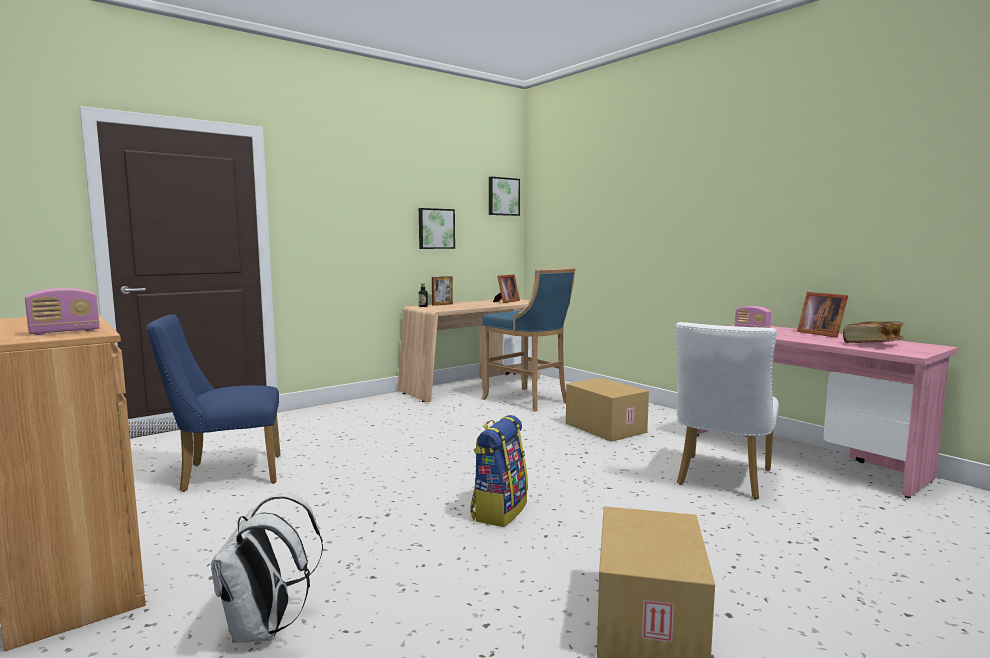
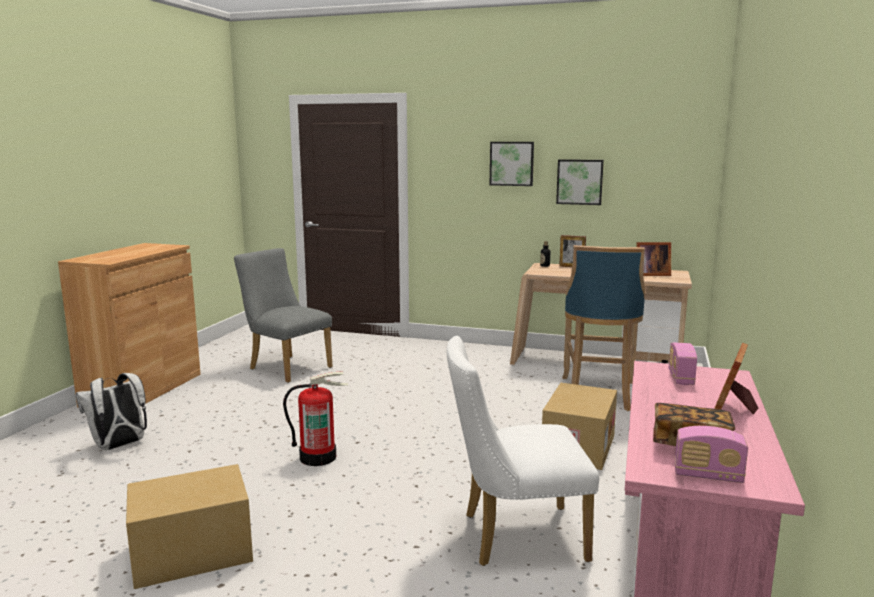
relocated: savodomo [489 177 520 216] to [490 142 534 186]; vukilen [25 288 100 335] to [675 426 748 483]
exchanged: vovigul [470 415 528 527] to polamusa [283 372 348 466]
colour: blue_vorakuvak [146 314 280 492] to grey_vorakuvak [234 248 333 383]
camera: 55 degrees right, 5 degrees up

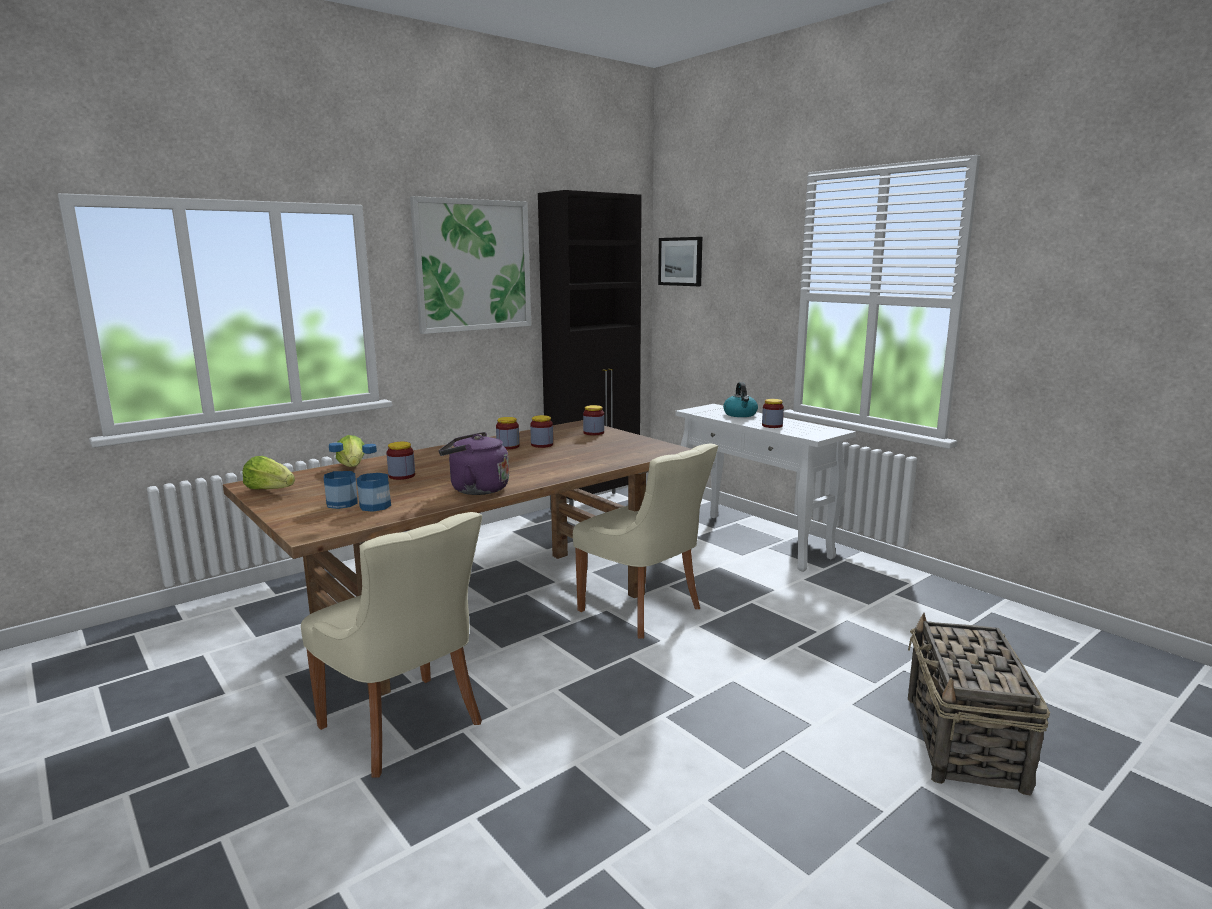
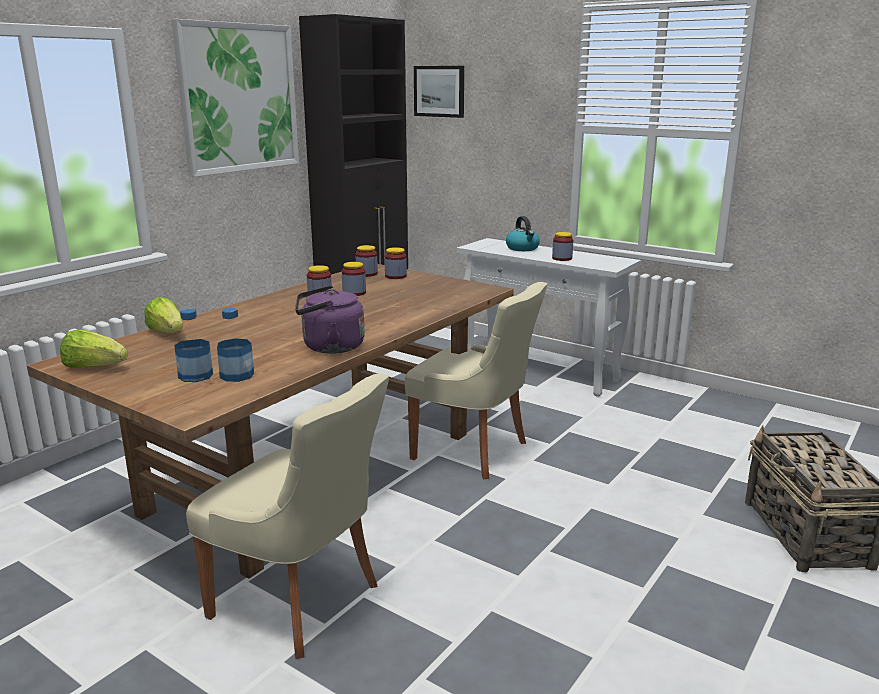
relocated: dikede [387 442 415 480] to [355 245 378 277]
camera: 15 degrees left, 5 degrees up

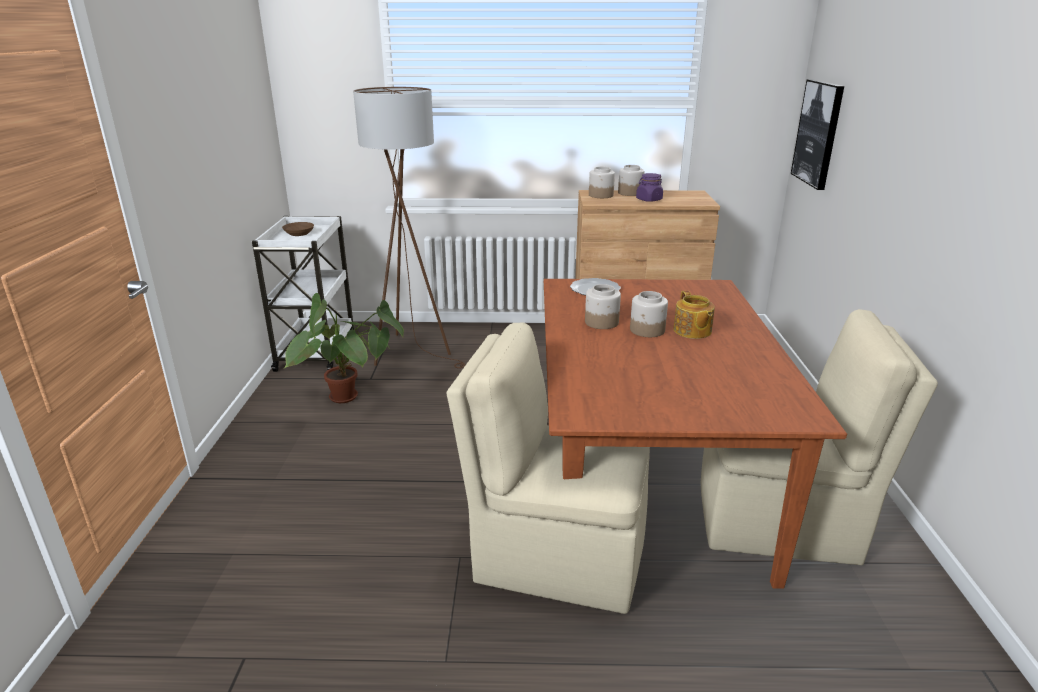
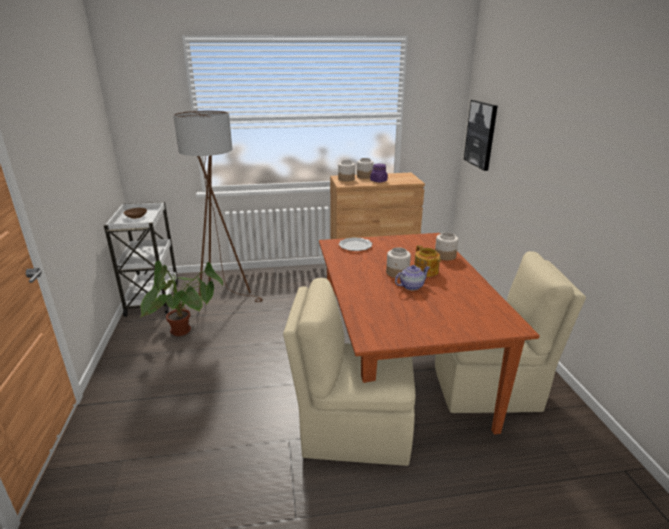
appeared: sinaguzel [395 265 430 290]
relocated: dikede [585 284 621 329] to [435 232 458 260]
camera: 10 degrees left, 0 degrees up

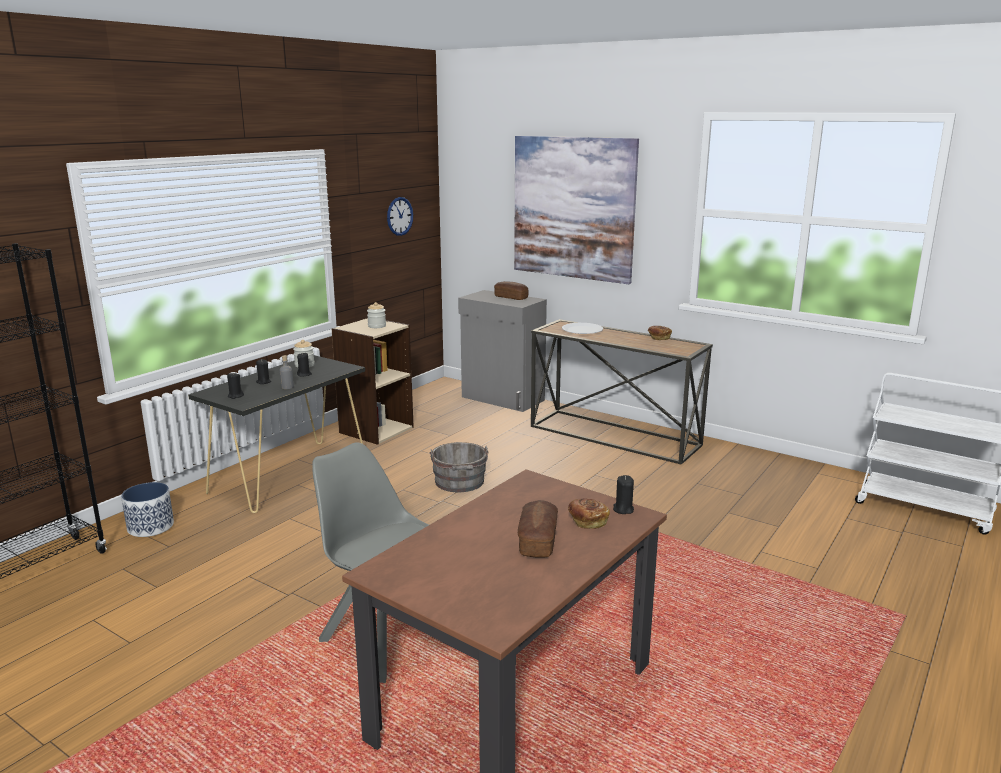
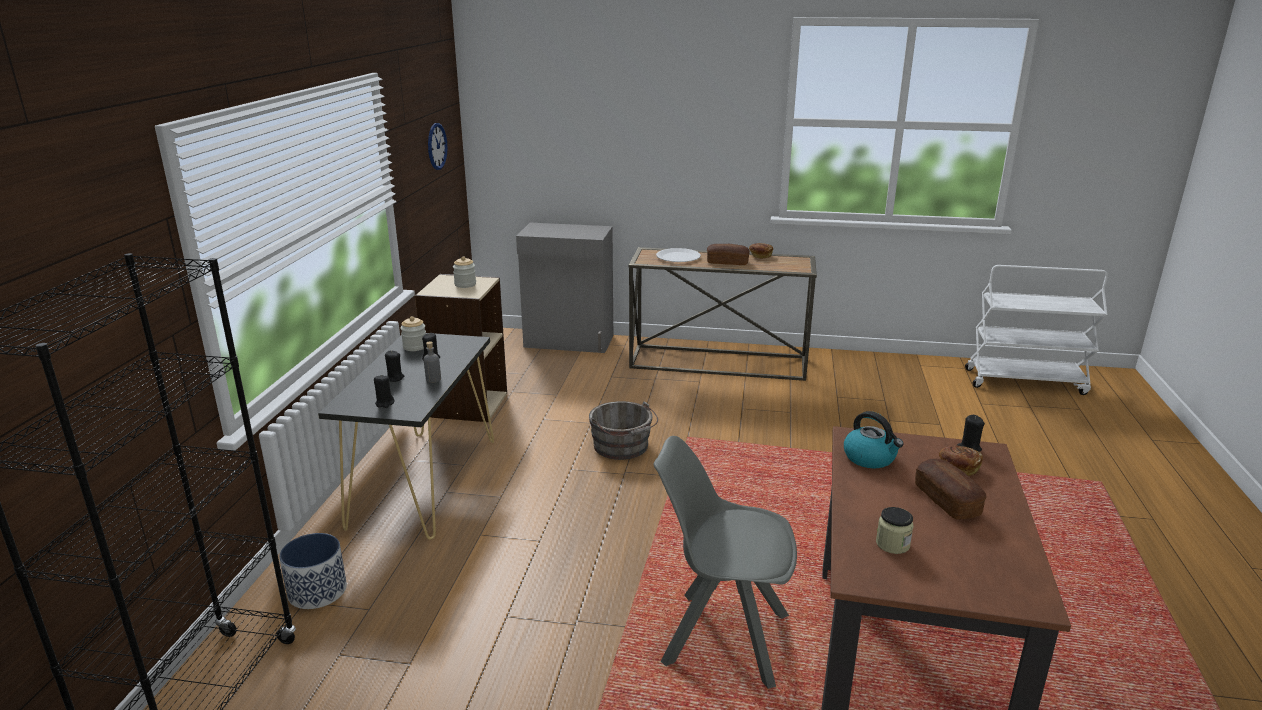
missing: savodomo [514 136 639 284]
appeared: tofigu [844 411 904 468]; dikede [876 507 914 554]
relocated: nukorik [494 281 529 300] to [707 244 750 265]
camera: 25 degrees left, 5 degrees up

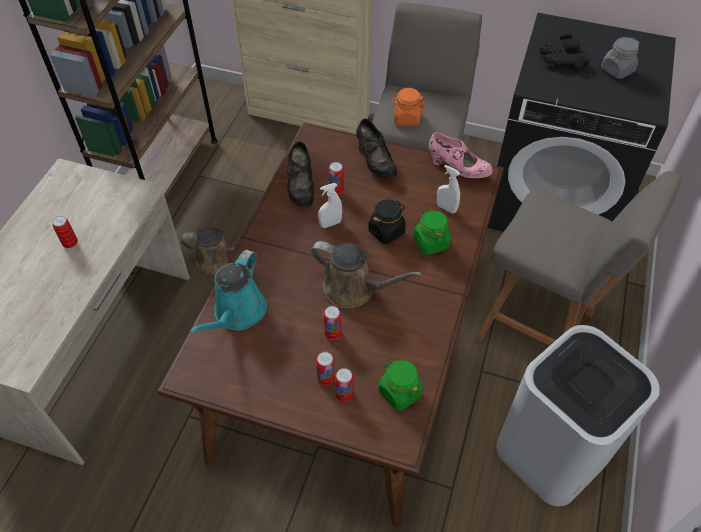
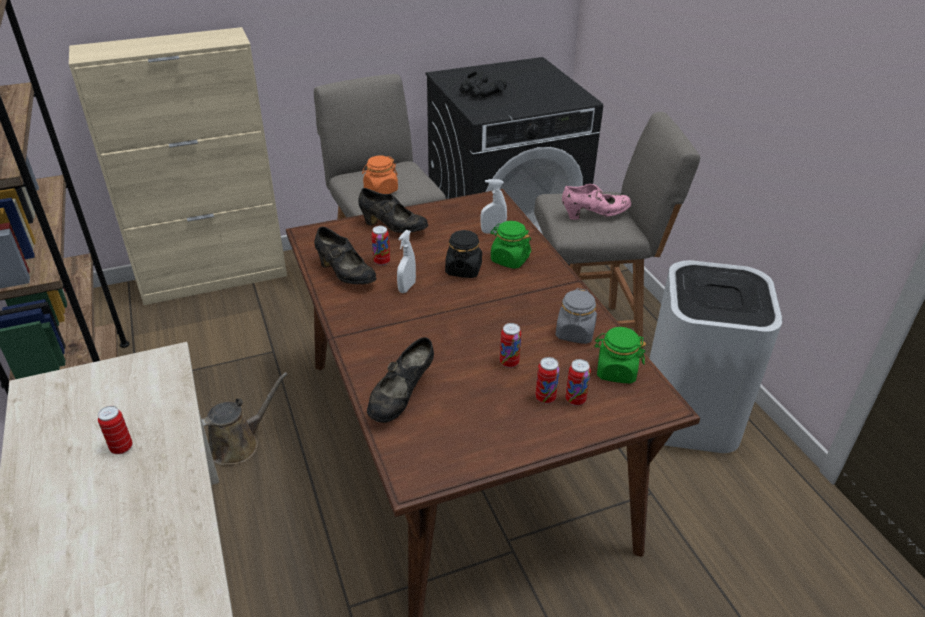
missing: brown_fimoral [310 241 422 308]
relocated: grey_dikede [602 37 639 79] to [555 288 597 344]; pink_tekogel [429 132 493 178] to [562 184 631 220]
exchanged: turquoise_fimoral [189 250 267 334] to black_tekogel [367 337 434 423]
camera: 40 degrees left, 15 degrees down

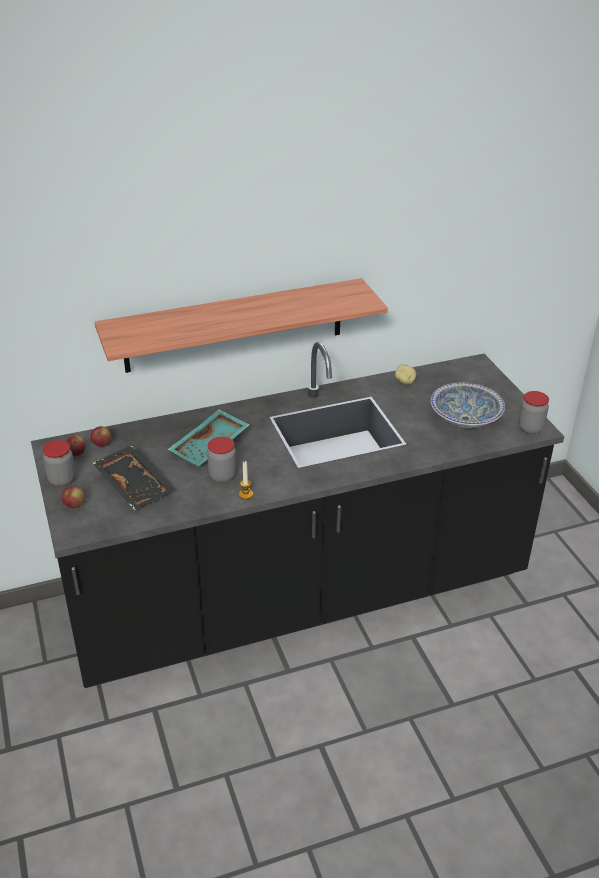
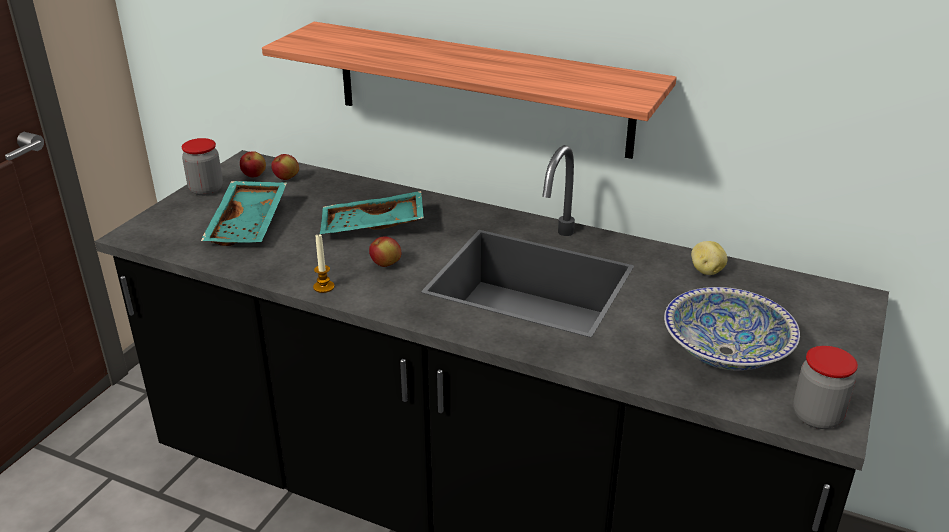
missing: dikede [207 437 237 482]
relocated: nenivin [61 486 85 508] to [369 236 401 267]
colour: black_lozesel [93 445 174 510] to turquoise_lozesel [201 181 287 246]
camera: 45 degrees right, 5 degrees down

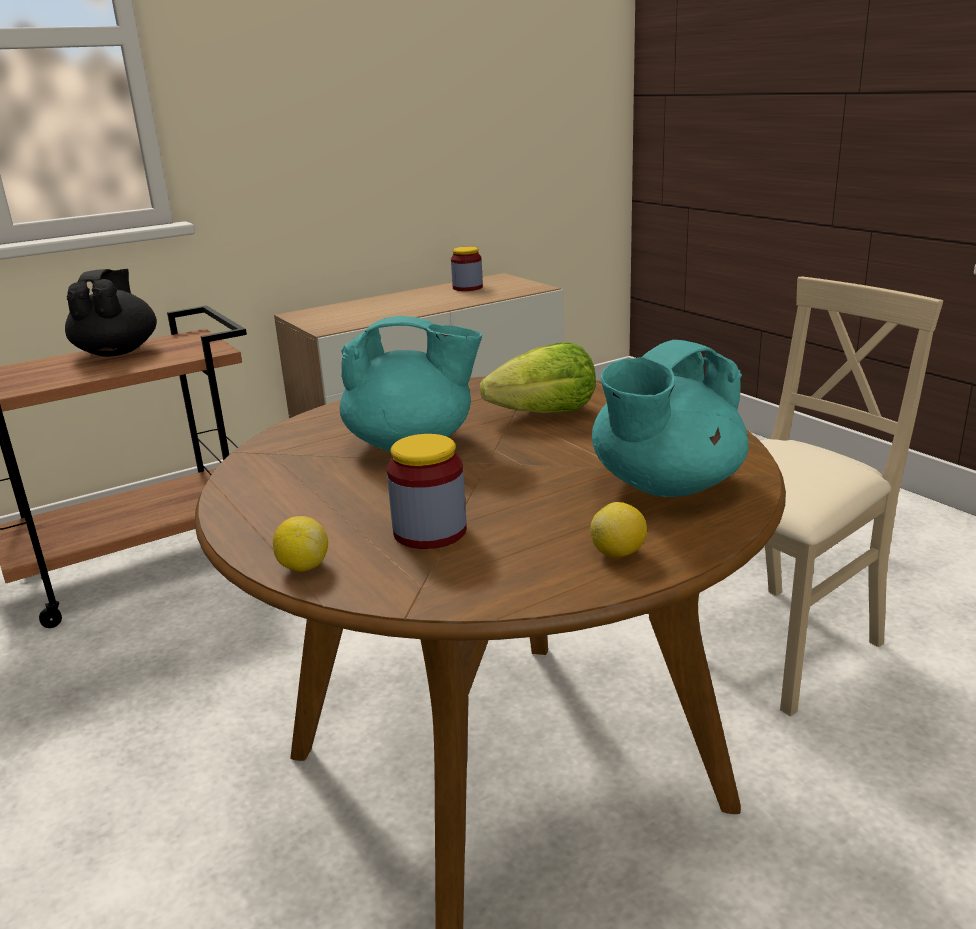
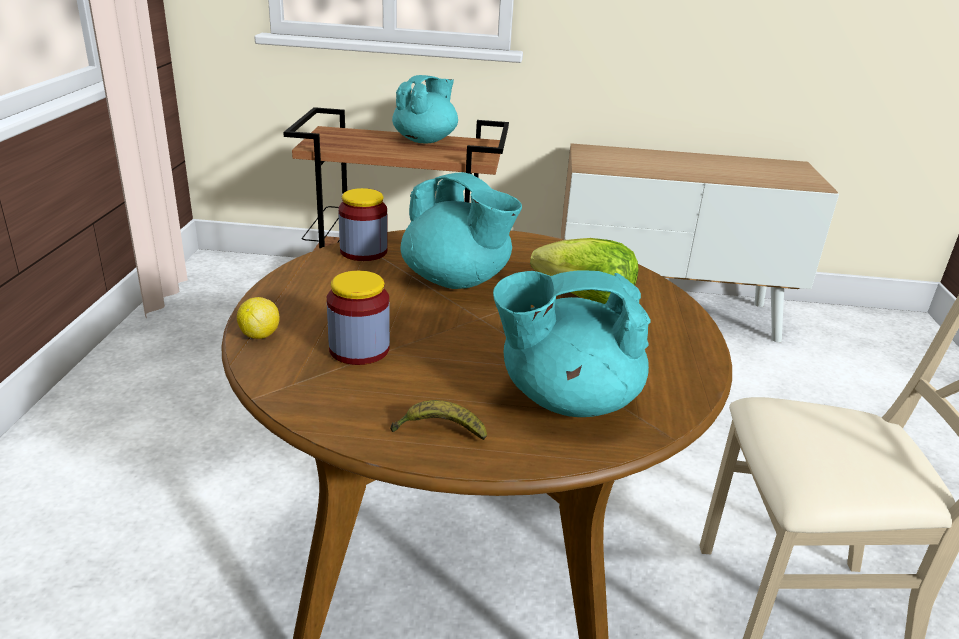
relocated: dikede [451 247 483 291] to [338 188 388 261]
exchanged: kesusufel [590 502 647 558] to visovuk [390 400 487 440]
colour: black_sinaguzel [65 269 157 357] to turquoise_sinaguzel [392 75 458 143]
camera: 35 degrees right, 5 degrees up

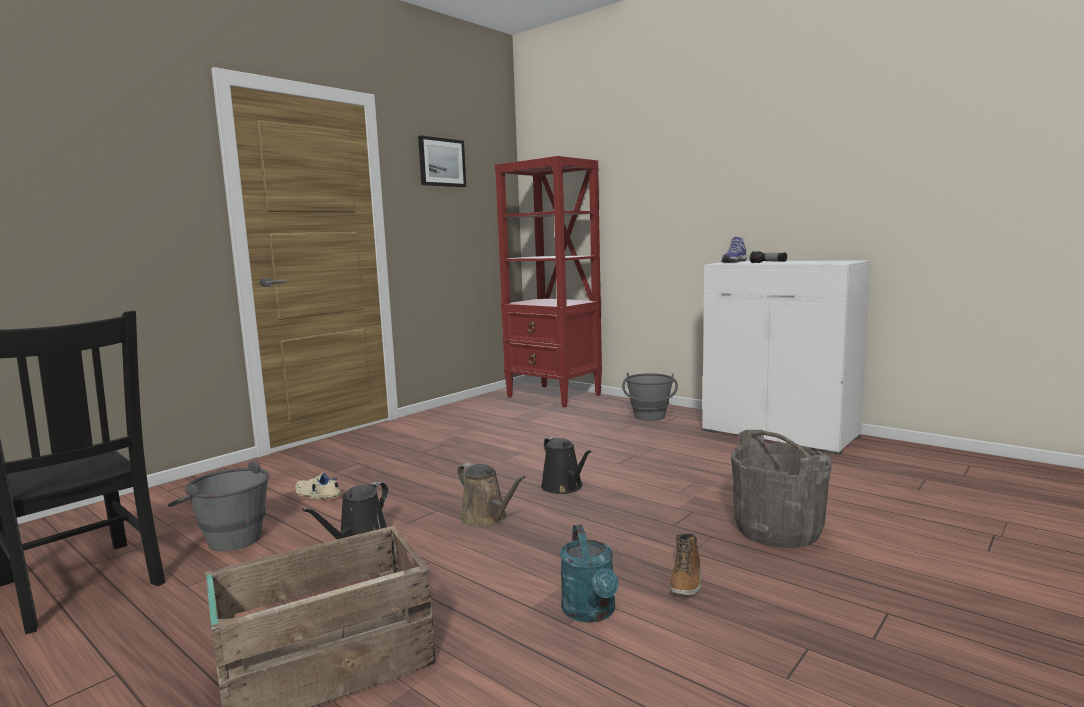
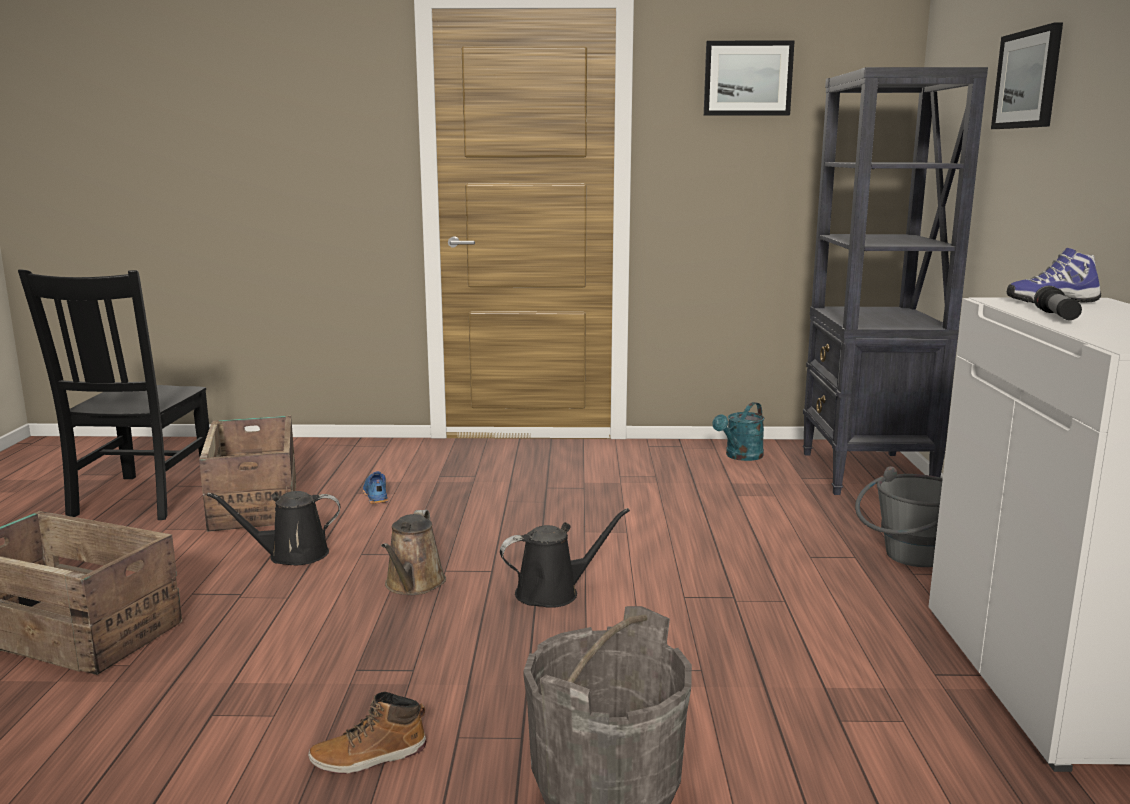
appeared: savodomo [991 22 1063 129]
relocated: turquoise_fimoral [560 524 619 623] to [712 402 764 461]
exchanged: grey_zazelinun [168 460 270 552] to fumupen [199 415 296 532]
colour: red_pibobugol [495 156 602 408] to black_pibobugol [803 67 988 495]; beige_tekogel [295 473 342 501] to blue_tekogel [363 471 388 504]
spun: black_fimoral [541 436 592 494] = [500 508 630 608] 135 degrees counterclockwise
camera: 50 degrees right, 5 degrees up

